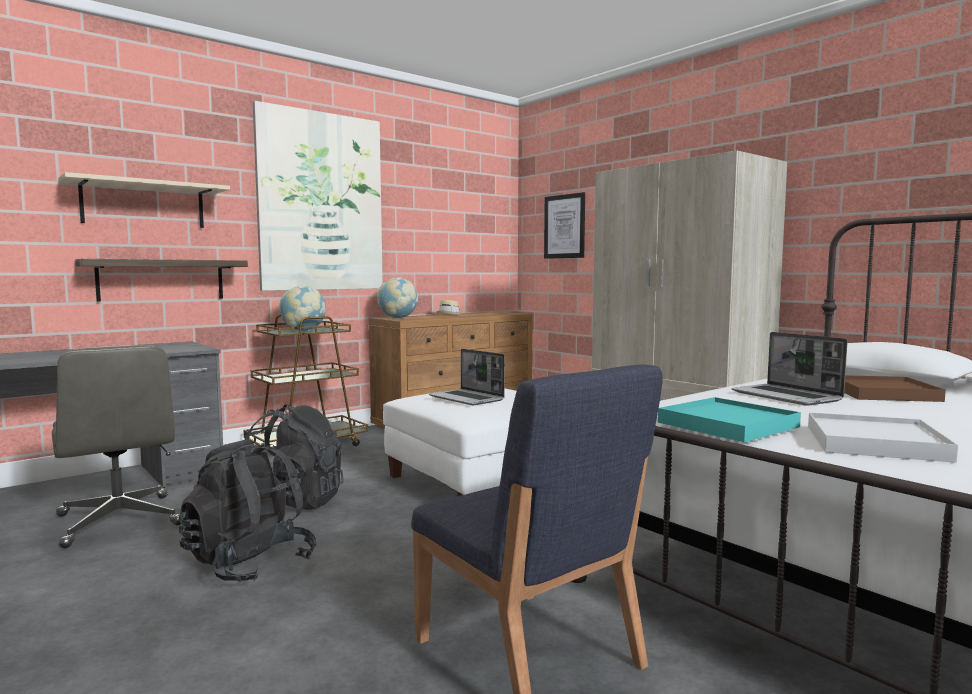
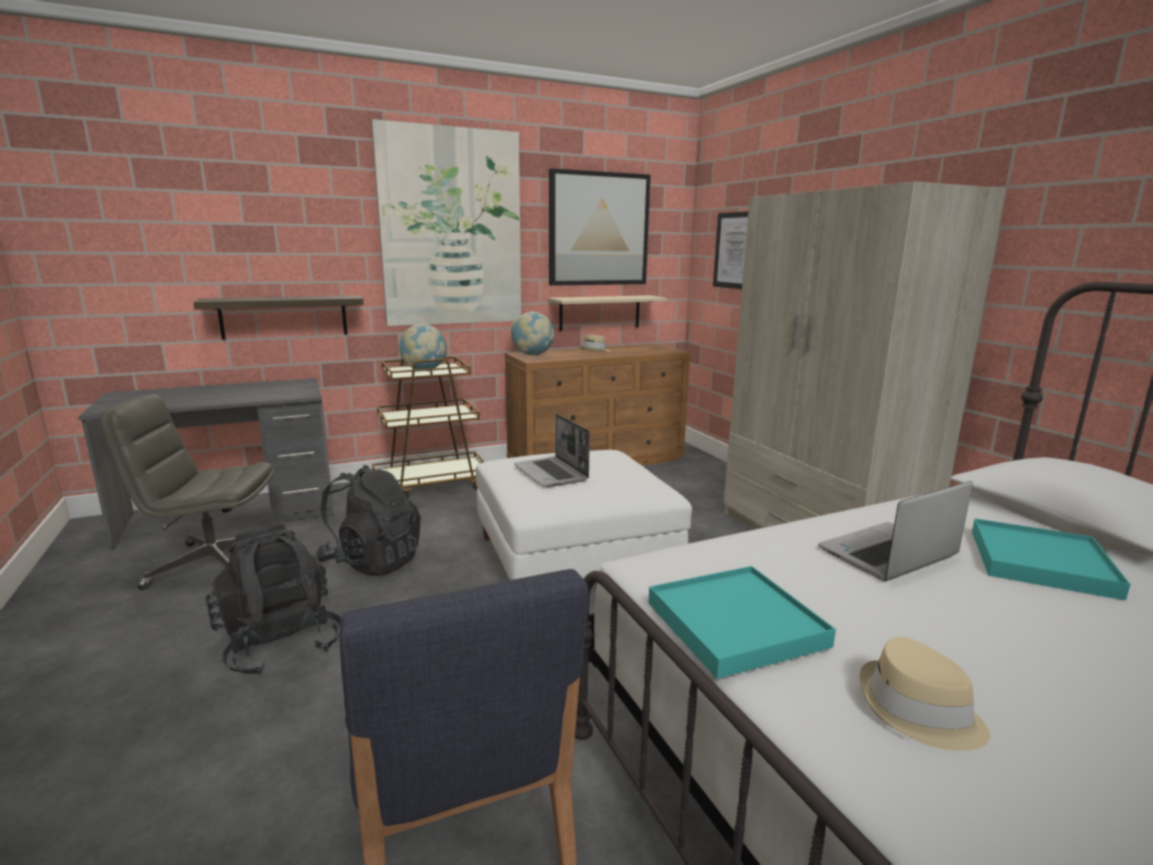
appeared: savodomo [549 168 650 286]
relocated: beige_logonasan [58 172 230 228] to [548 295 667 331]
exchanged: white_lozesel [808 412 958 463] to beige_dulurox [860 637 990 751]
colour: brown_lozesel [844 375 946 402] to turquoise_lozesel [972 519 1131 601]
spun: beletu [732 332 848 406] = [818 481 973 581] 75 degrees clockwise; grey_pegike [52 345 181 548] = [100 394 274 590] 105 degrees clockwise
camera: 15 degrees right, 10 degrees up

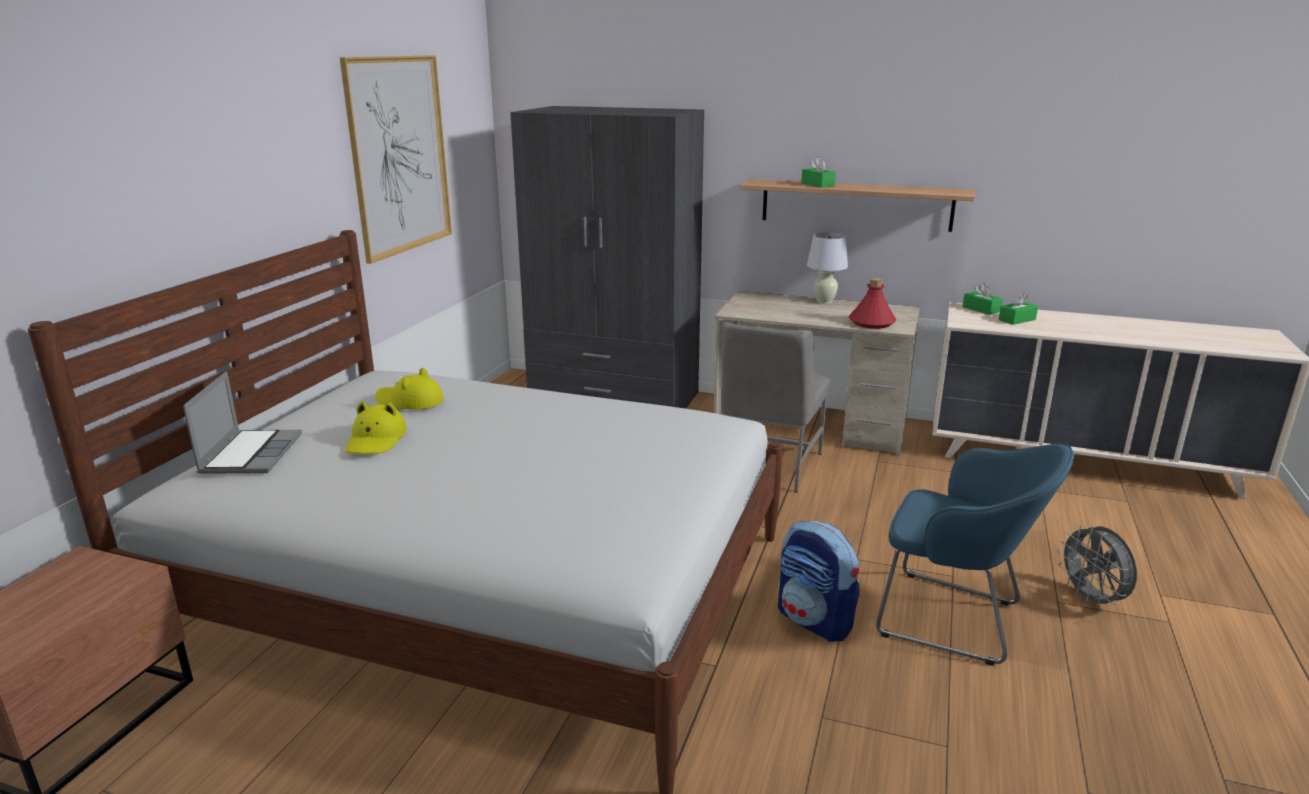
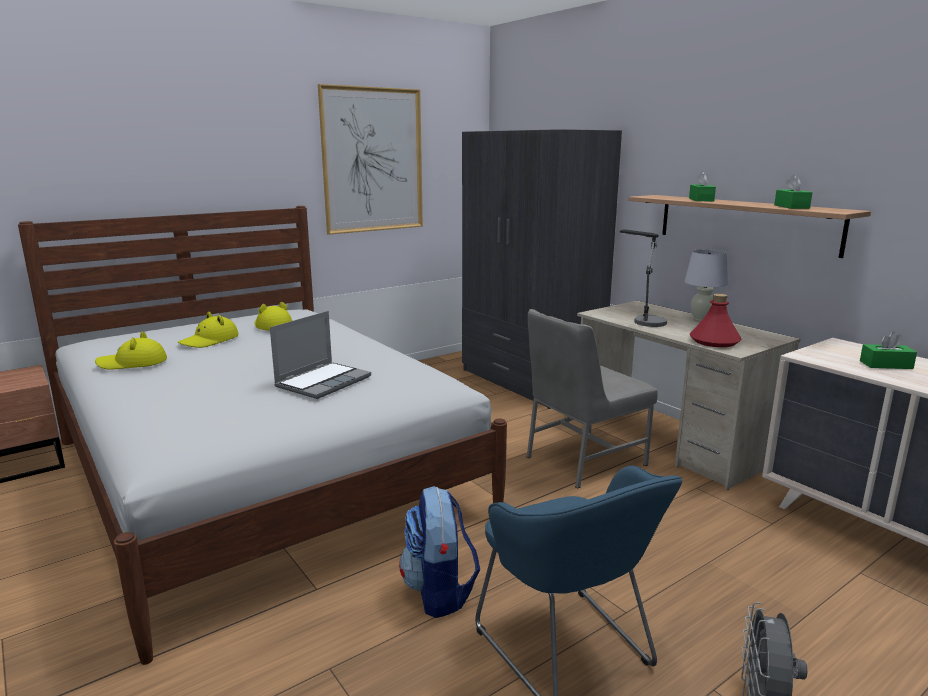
appeared: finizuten [620 229 667 327]; yellow_dulurox [95 331 167 369]
relocated: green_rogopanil [963 283 1003 315] to [774 175 813 209]; beletu [183 371 302 474] to [270 311 371 399]
camera: 35 degrees right, 5 degrees down

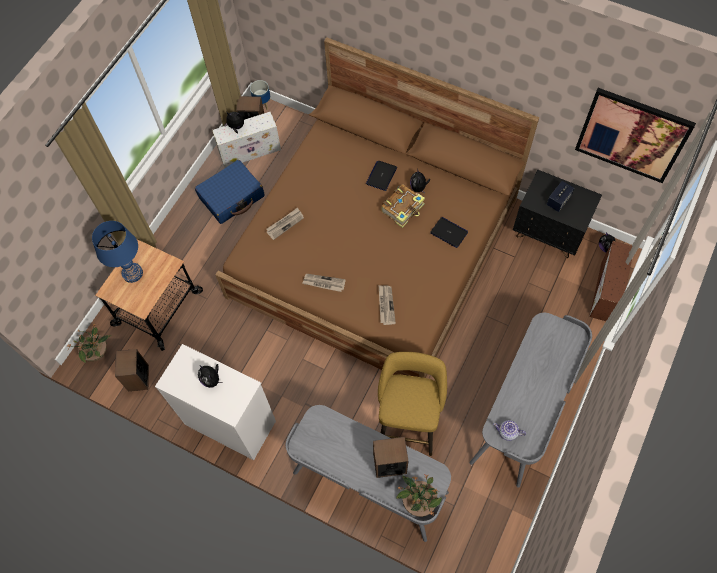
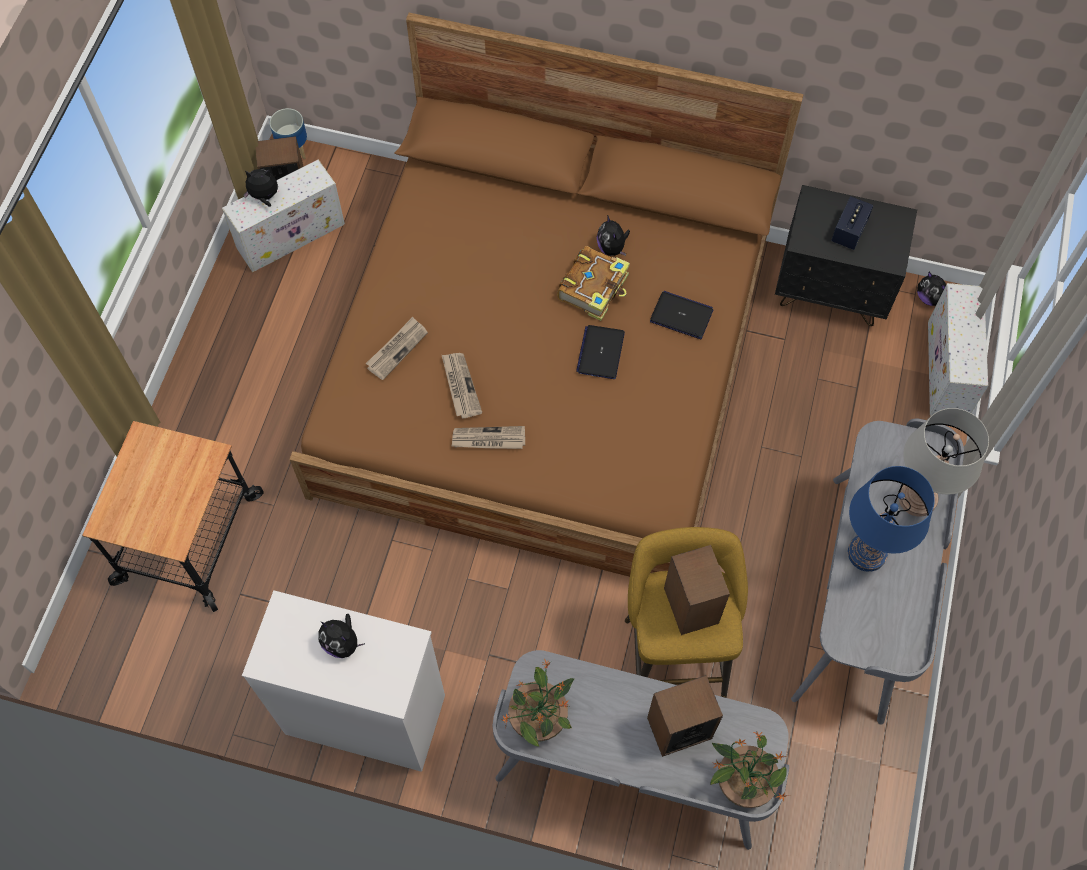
missing: savodomo [575 88 696 183]; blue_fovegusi [195 160 265 224]; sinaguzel [493 420 526 441]
appeared: grey_finizuten [899 408 989 517]
relocated: beletu [366 161 397 191] to [576 325 625 379]; blue_finizuten [92 221 143 283] to [848 466 935 572]; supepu [379 285 396 325] to [442 353 482 418]; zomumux [66 323 111 363] to [500 659 575 747]; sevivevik [115 349 149 391] to [664 545 730 635]
colour: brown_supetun [590 241 633 321] to white_supetun [928 283 988 417]
camera: 15 degrees left, 0 degrees up

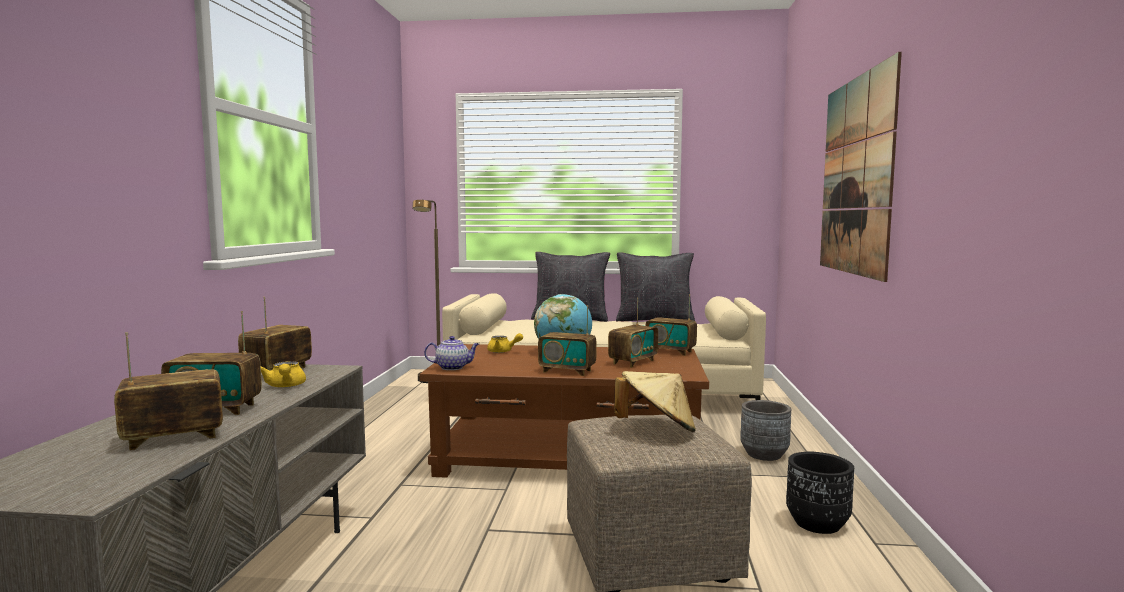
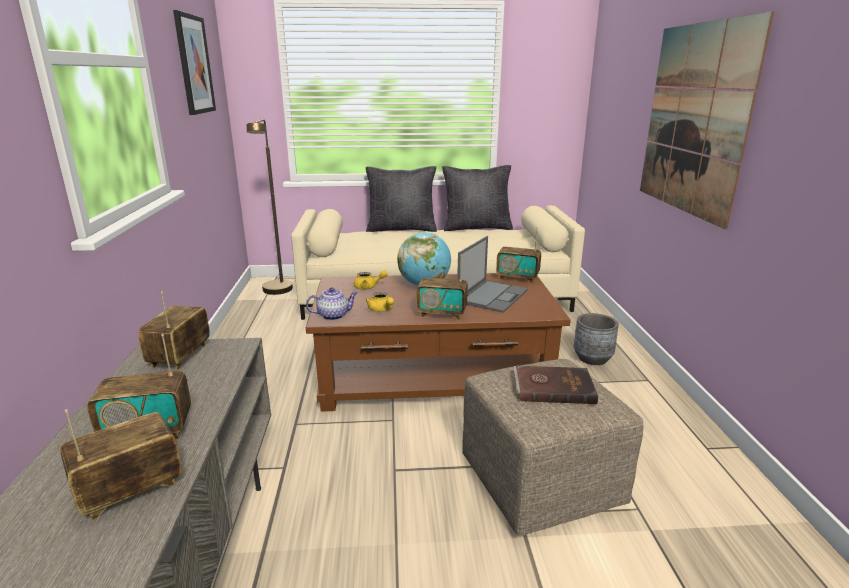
missing: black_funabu [786 452 854 534]
appeared: savodomo [173 10 216 115]
relocated: yellow_sinaguzel [261 361 306 388] to [365 292 394 312]
exchanged: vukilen [608 298 658 368] to beletu [457 236 528 313]; beige_dulurox [614 371 696 432] to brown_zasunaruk [514 366 598 404]
camera: 10 degrees left, 15 degrees up

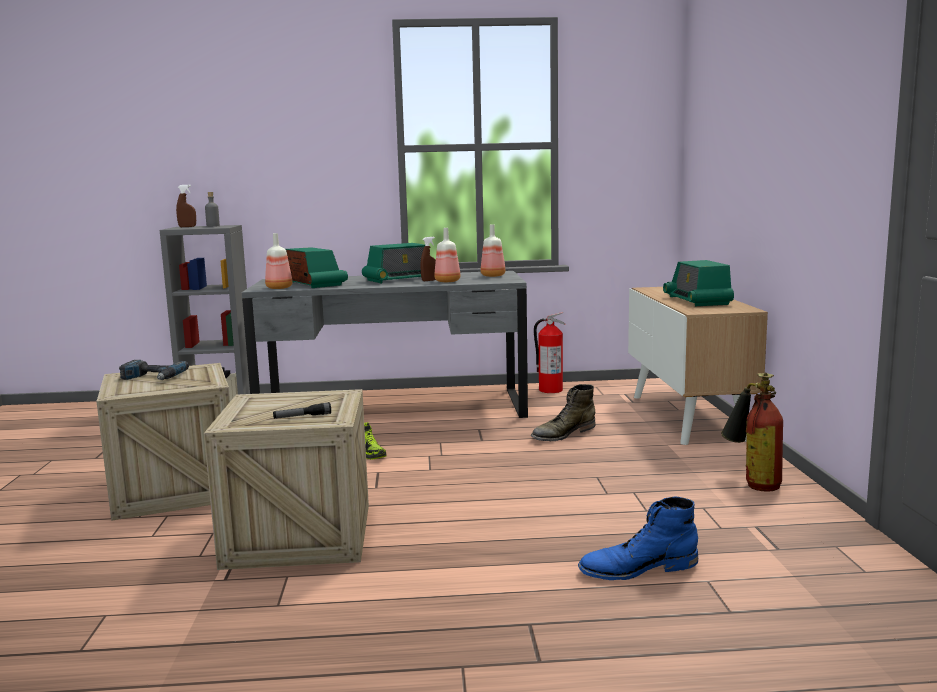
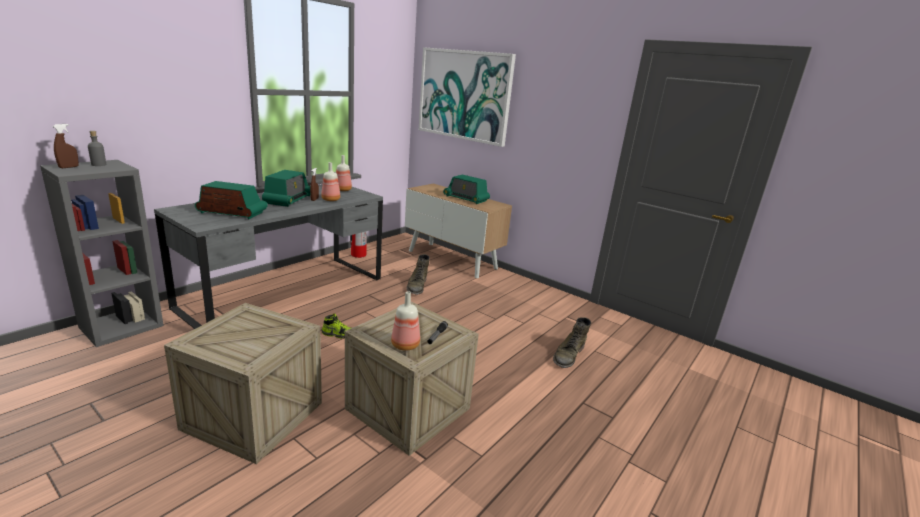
missing: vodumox [119 360 189 380]; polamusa [721 372 783 491]
appeared: savodomo [419 47 516 147]
relocated: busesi [265 233 292 289] to [391 291 420 351]
colour: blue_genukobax [578 496 698 580] to green_genukobax [553 317 591 368]
camera: 50 degrees left, 10 degrees up

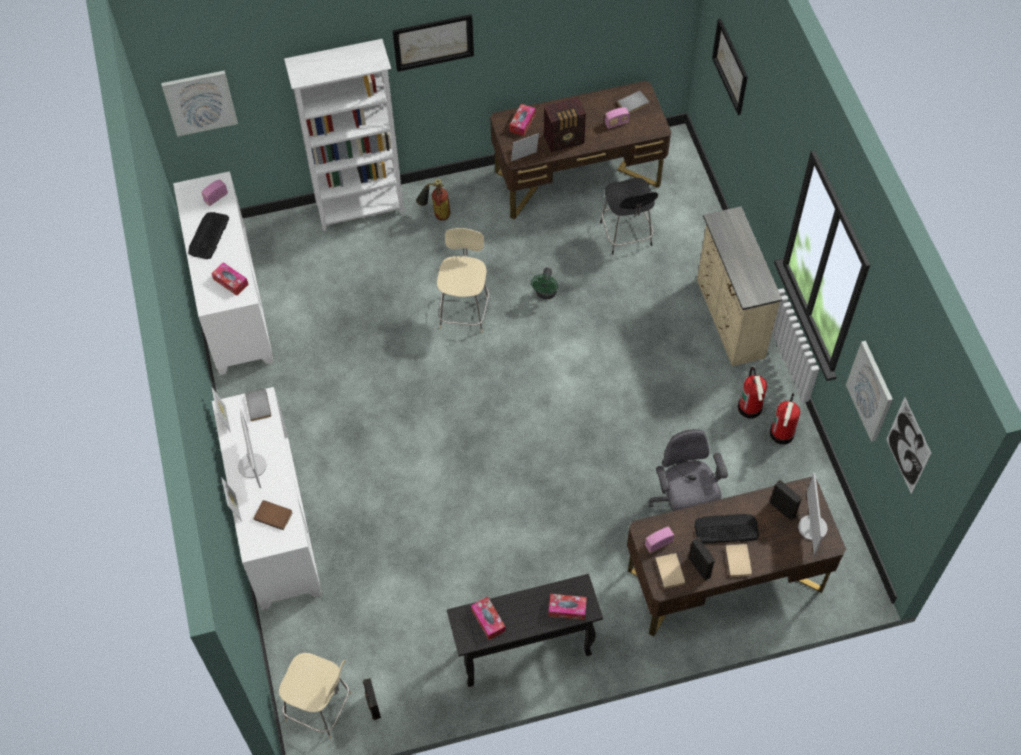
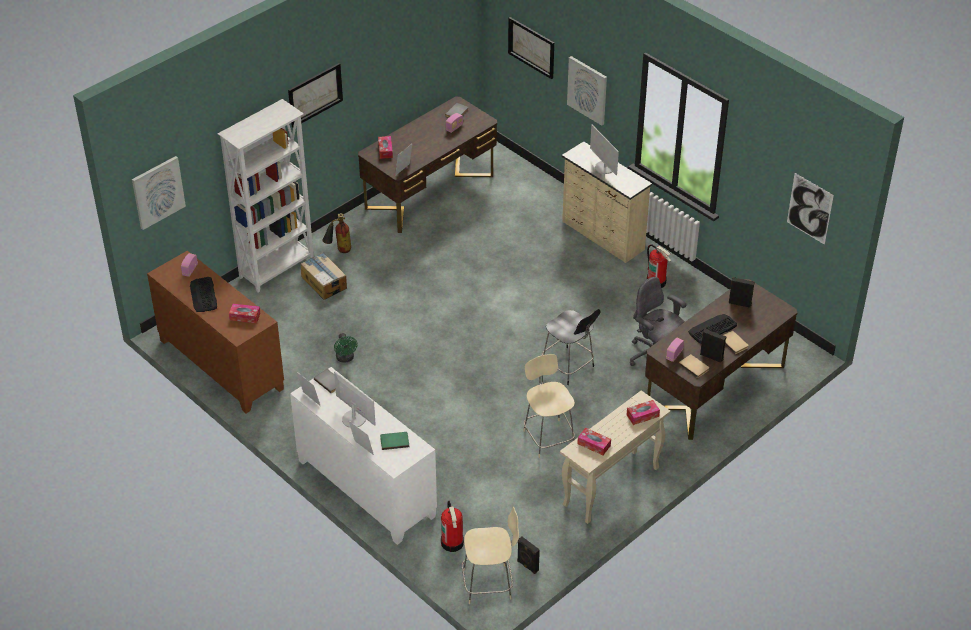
missing: vukilen [544 97 586 152]
appeared: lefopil [301 252 347 300]
relocated: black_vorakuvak [600 178 658 255] to [542 309 601 385]; beige_vorakuvak [437 228 489 333] to [523 354 575 458]; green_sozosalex [531 267 558 299] to [334 333 358 363]; savodomo [846 341 893 442] to [567 56 607 126]; polamusa [769 393 800 445] to [441 501 464 552]; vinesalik [798 473 827 555] to [590 125 619 175]
colour: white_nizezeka [173 171 274 375] to brown_nizezeka [147 251 284 413]; brown_zasunaruk [253 500 292 530] to green_zasunaruk [380 432 409 450]; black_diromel [447 574 603 687] to beige_diromel [560 390 670 524]
camera: 30 degrees left, 15 degrees down

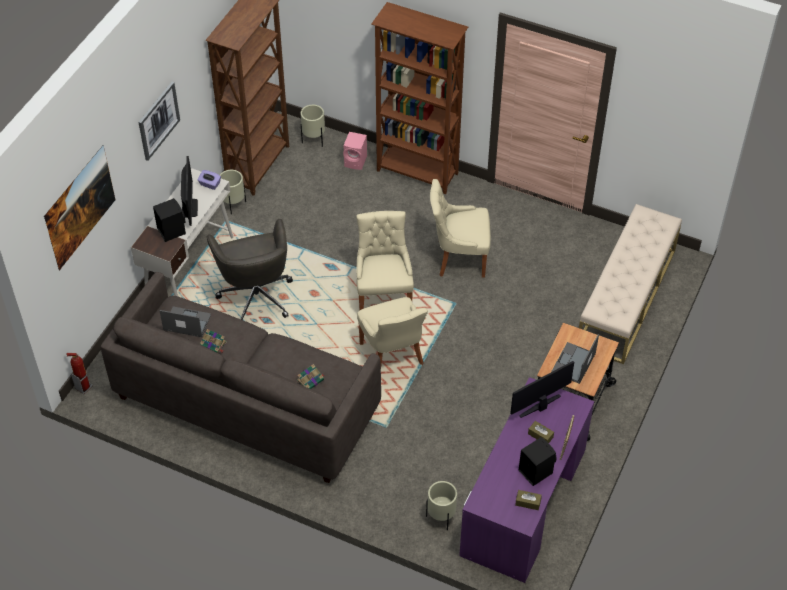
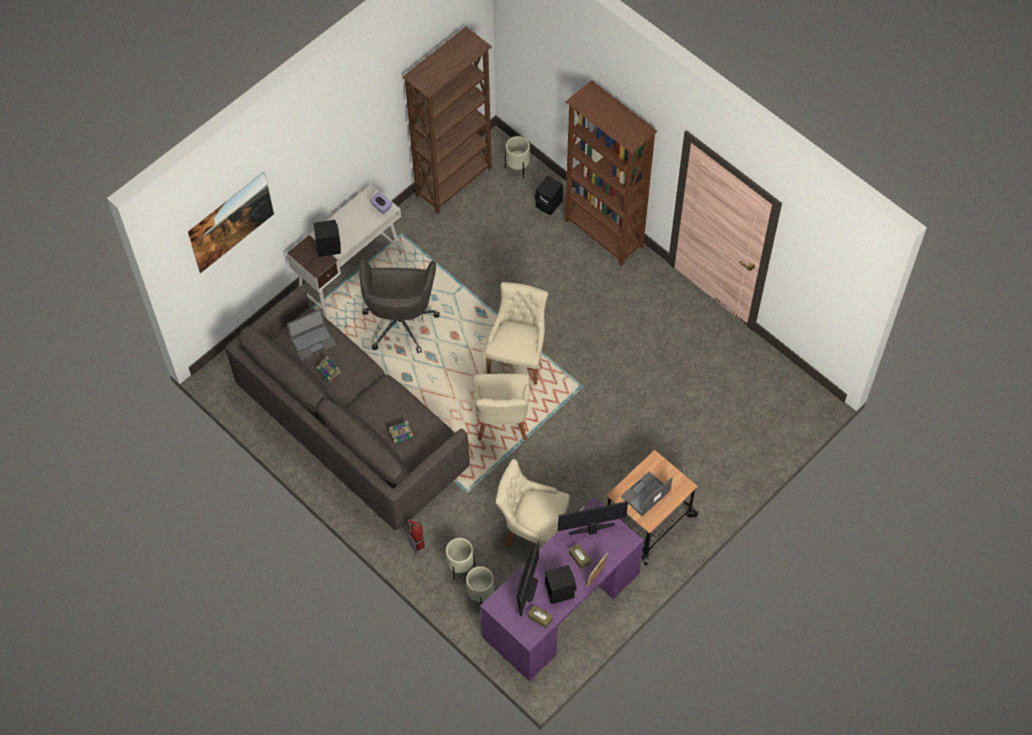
missing: savodomo [139 82 180 161]; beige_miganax [579 204 682 364]
relocated: vinesalik [181 156 198 226] to [516 542 539 616]; beige_funabu [220 170 246 215] to [446 538 475 579]; beige_vorakuvak [430 179 491 278] to [496 459 570 547]; polamusa [66 353 92 394] to [408 519 427 553]
colour: pink_sevivevik [343 132 367 170] to black_sevivevik [535 175 563 215]
spun: beletu [160 307 211 337] = [287 308 336 361] 120 degrees clockwise
camera: 20 degrees right, 10 degrees up

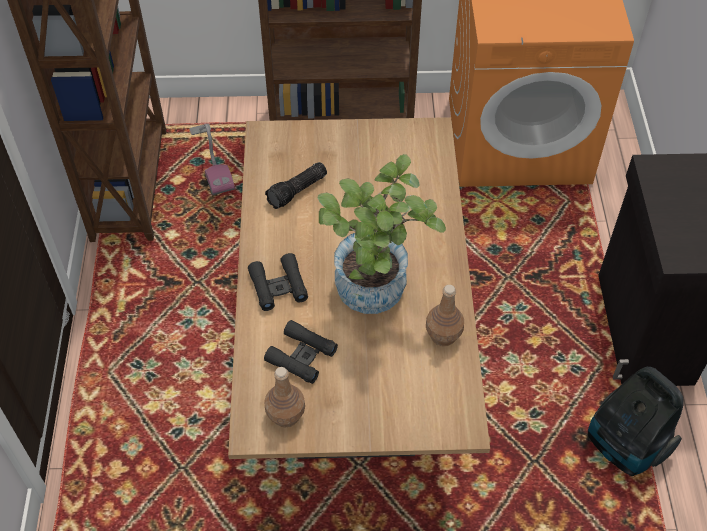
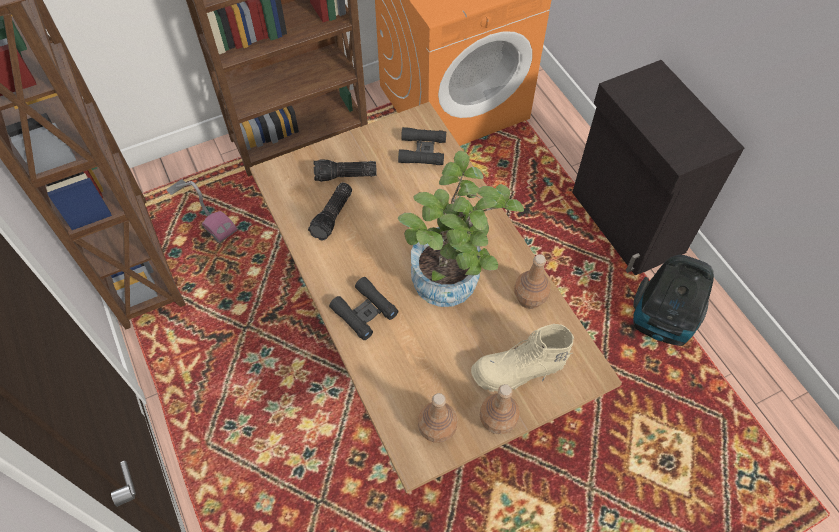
appeared: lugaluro [313 159 377 182]; beige_genukobax [471 324 574 392]; brown_busesi [480 384 520 434]
relocated: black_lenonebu [264 320 338 384] to [398 127 446 165]
camera: 25 degrees left, 5 degrees up

